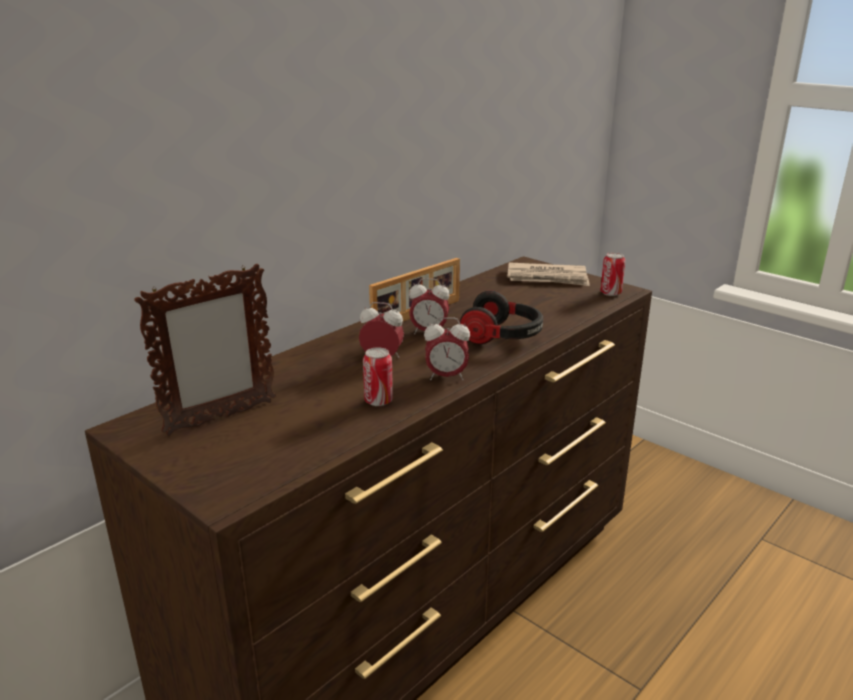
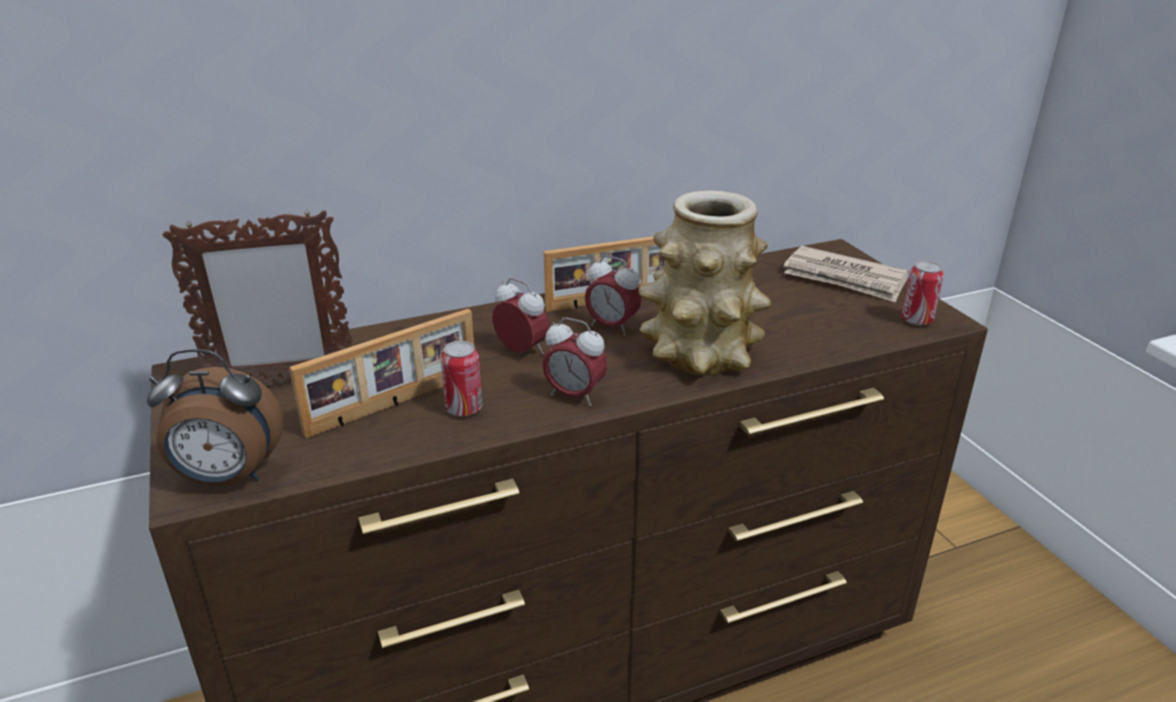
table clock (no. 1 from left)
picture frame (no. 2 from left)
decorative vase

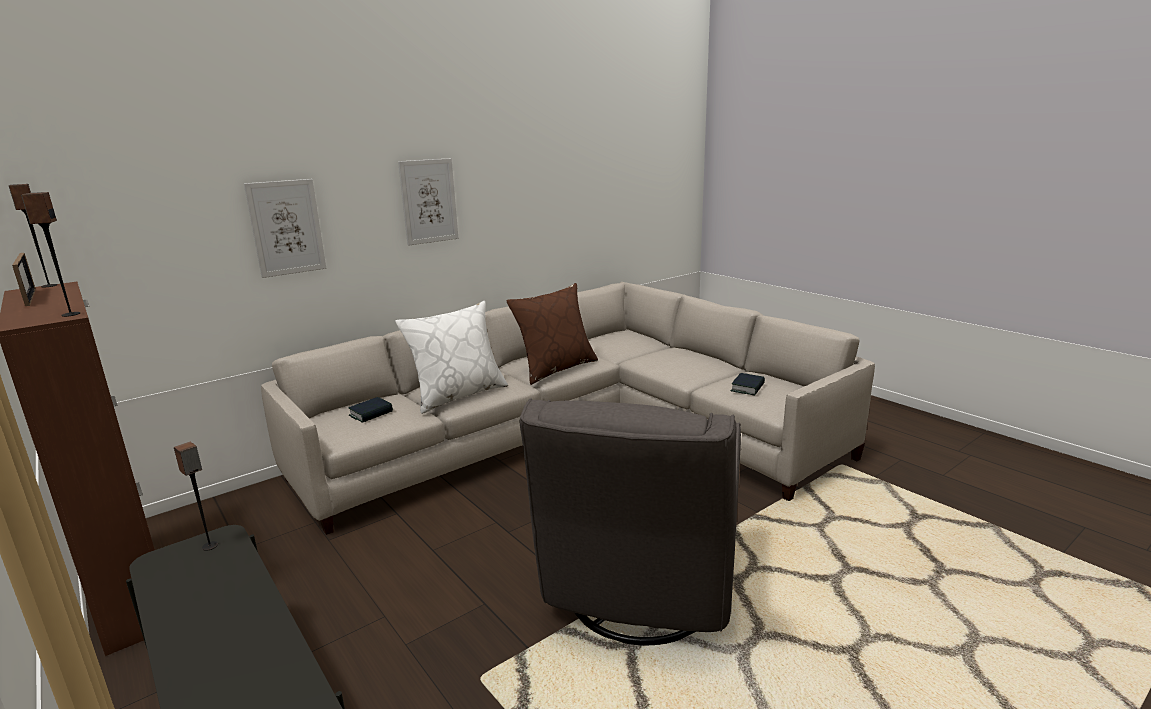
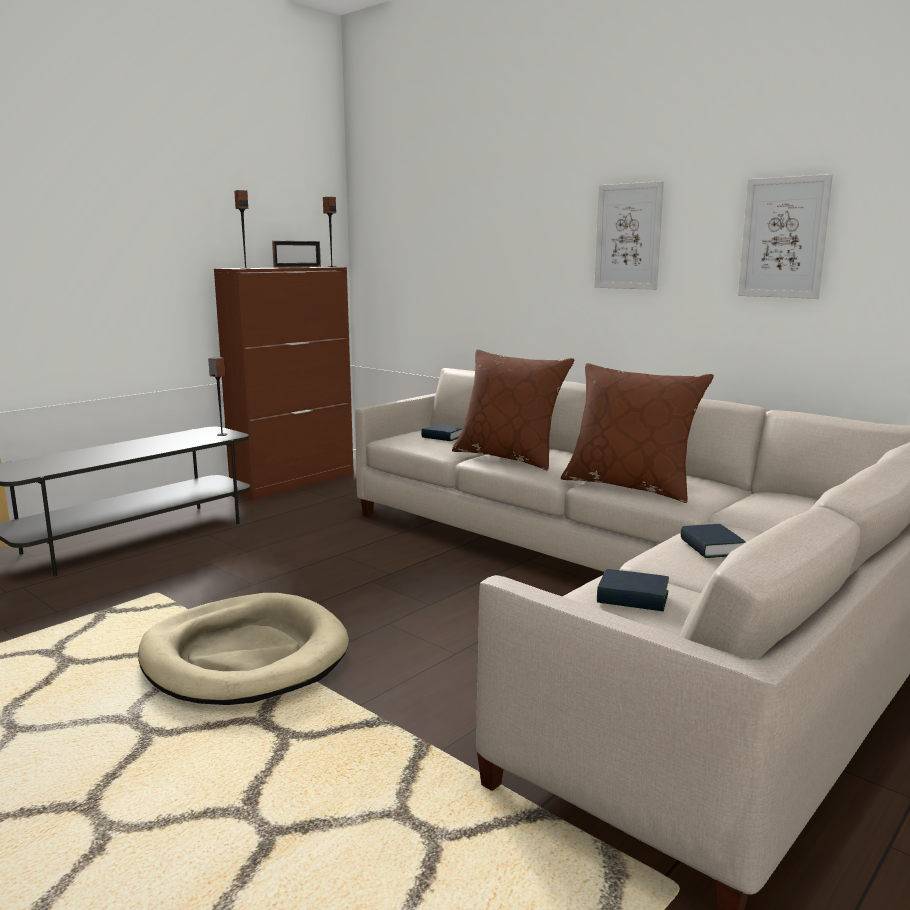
beige dog bed
brownish throw pillow (no. 1 from left)
bound book (no. 3 from left)
wall picture (no. 2 from left)

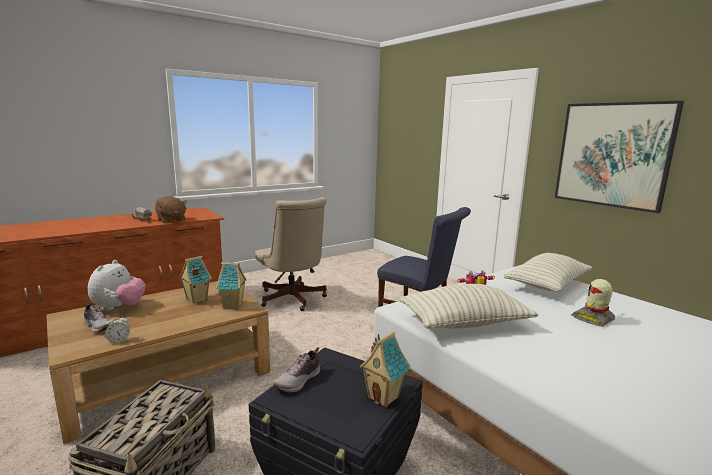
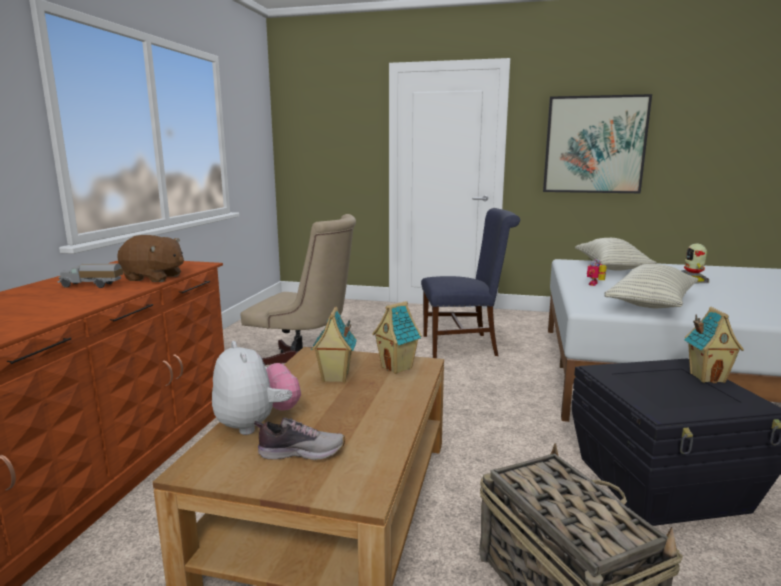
table clock
low shoe (no. 2 from left in the first image)

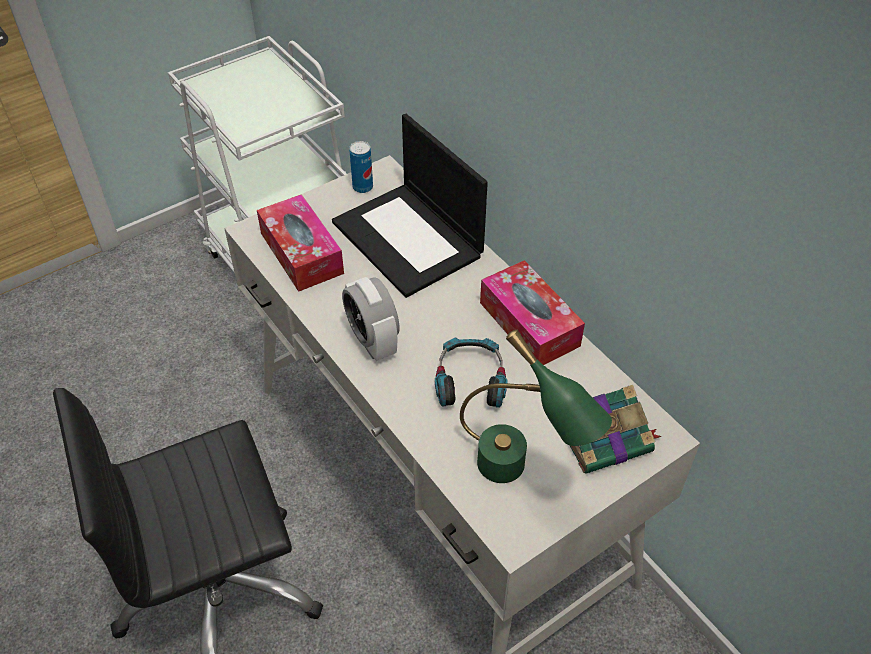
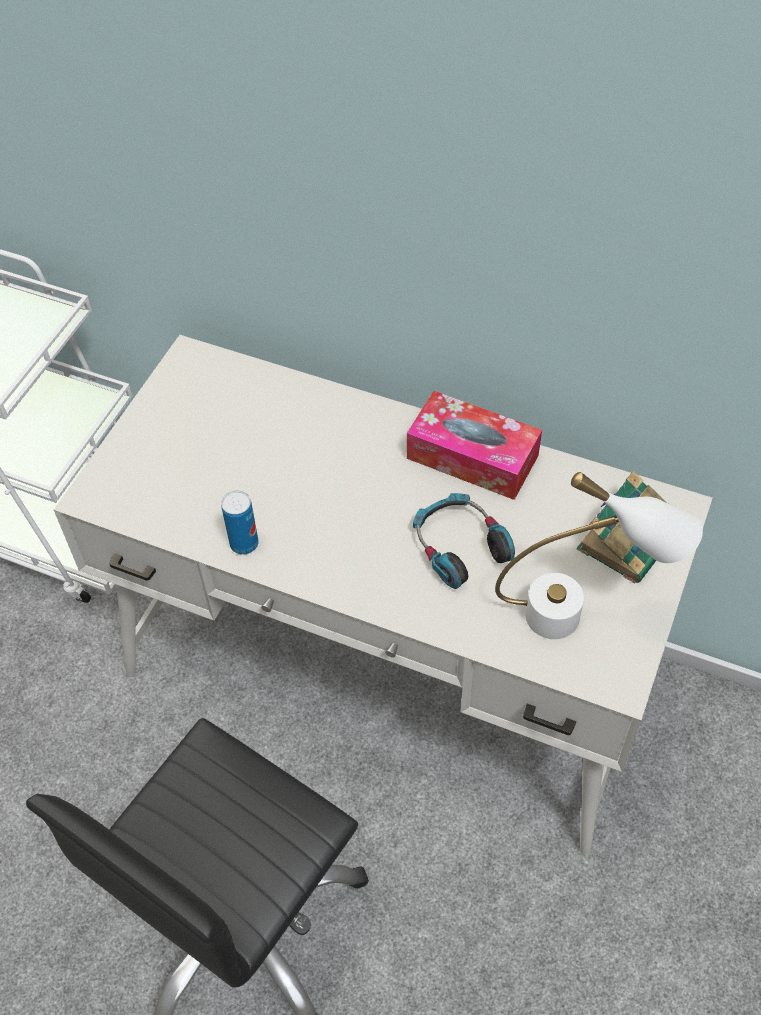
sealed can
whitish table lamp
tissue box (no. 1 from left in the first image)
portable computer
table clock

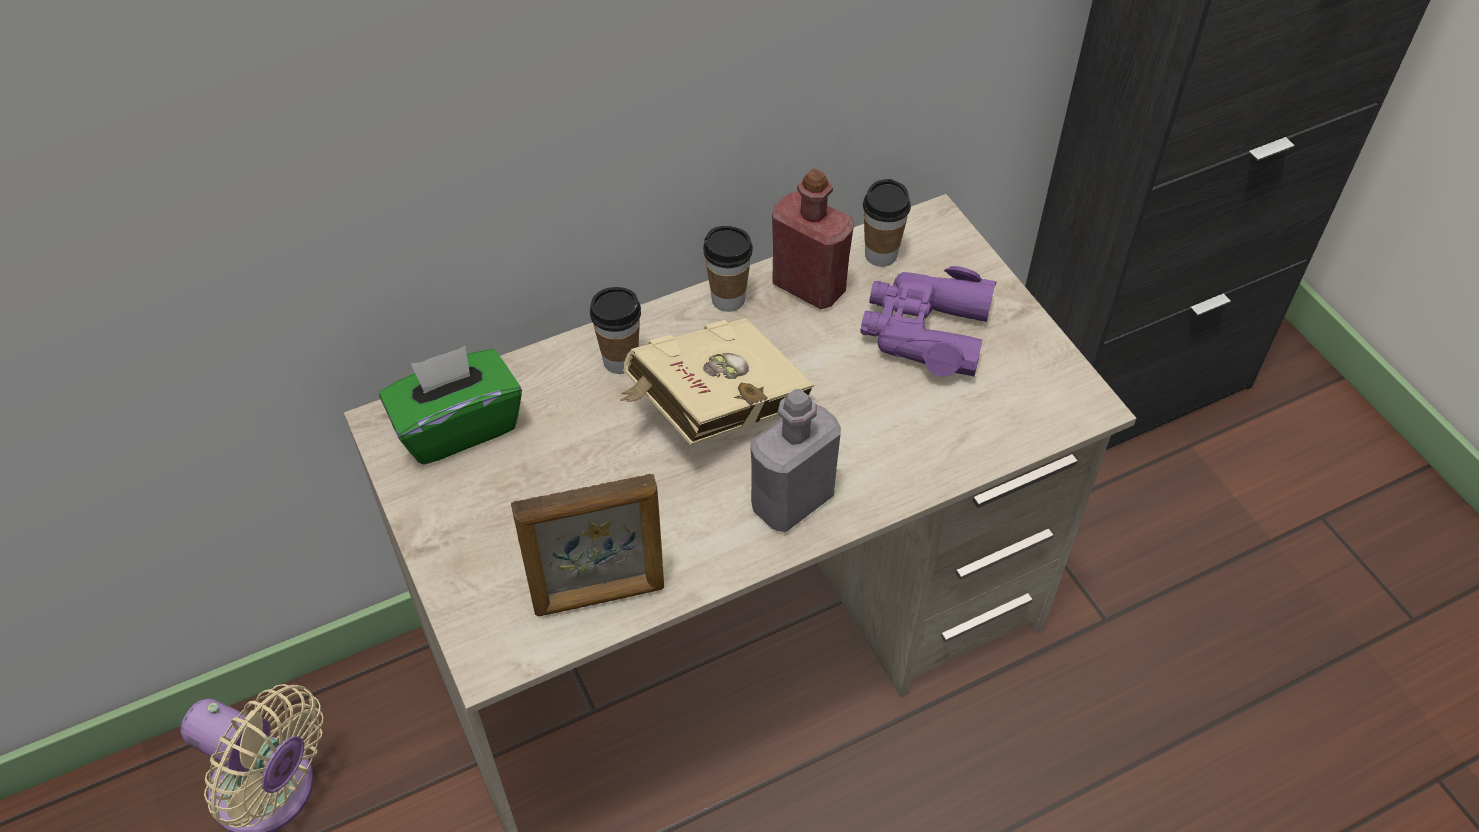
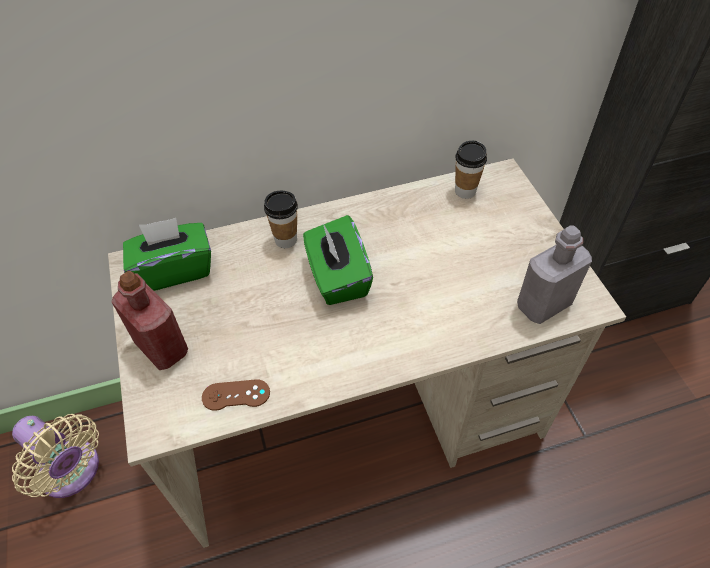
red bottle
brownish gamepad
green tissue box (no. 2 from left)
greyish bottle
cup (no. 2 from left in the first image)
purplish pair of binoculars

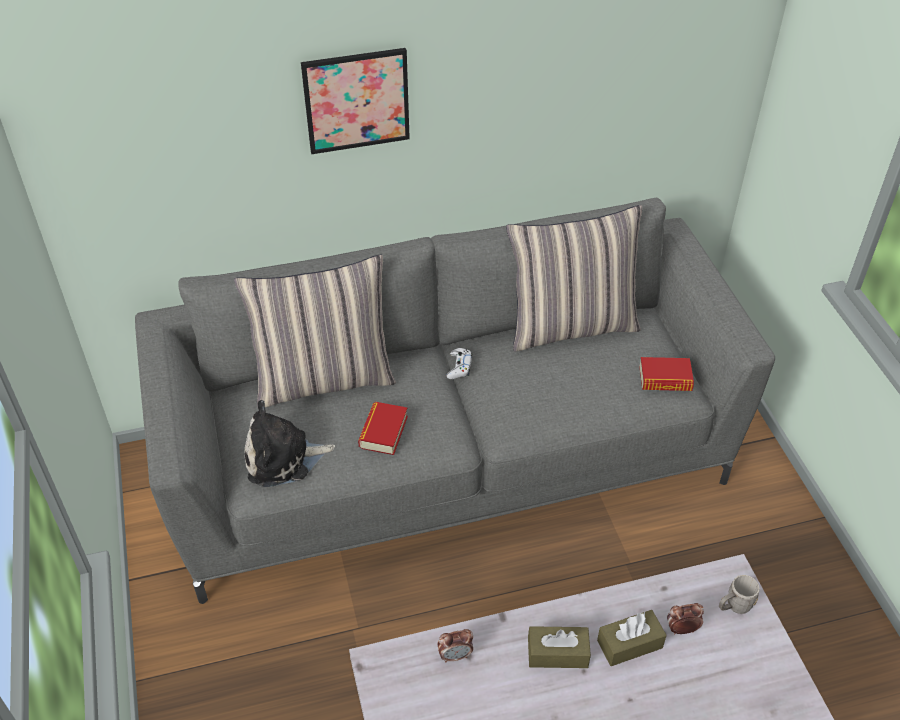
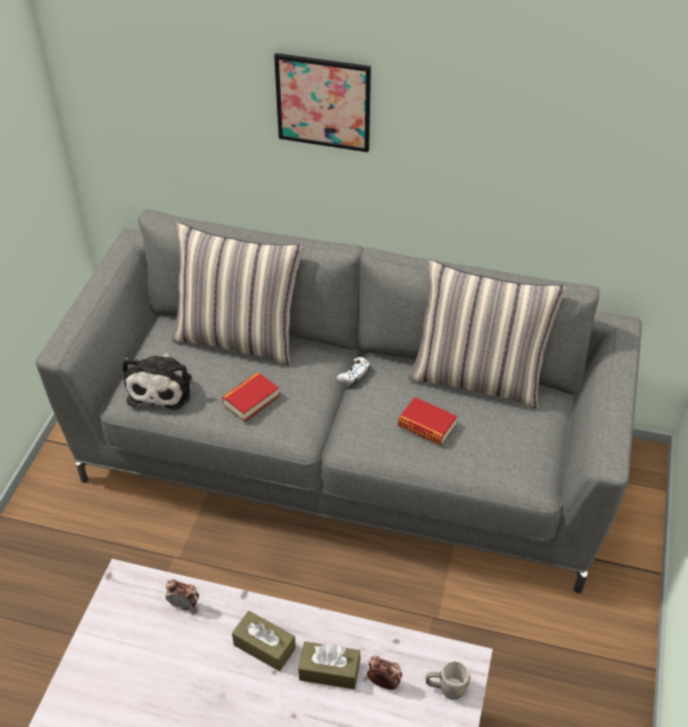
plush toy
bound book (no. 2 from left)

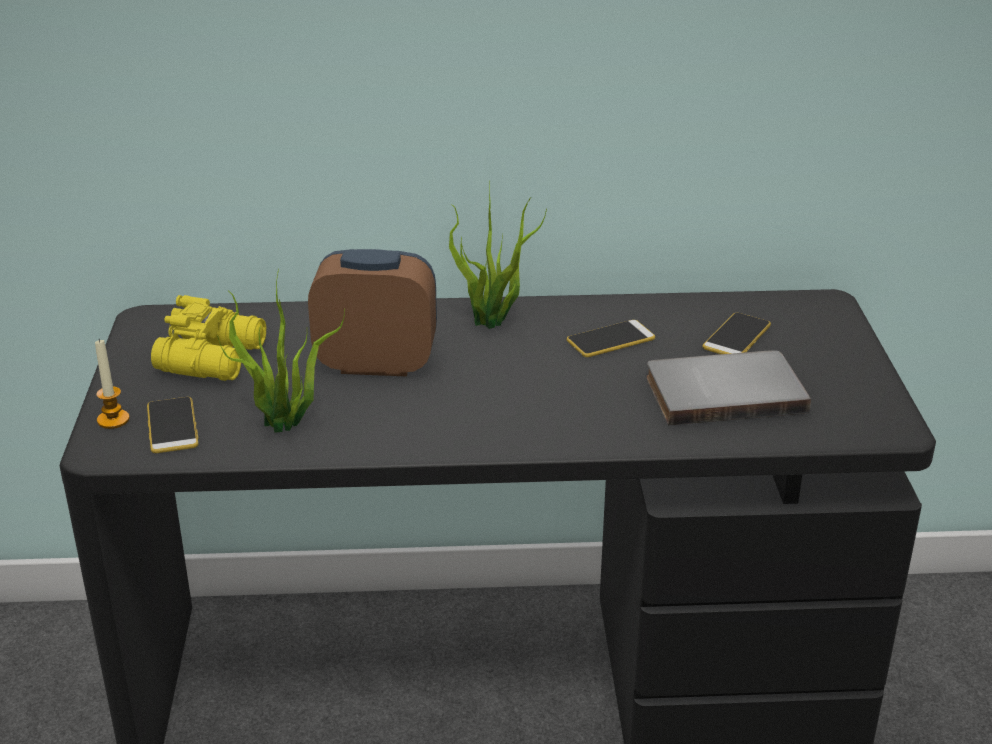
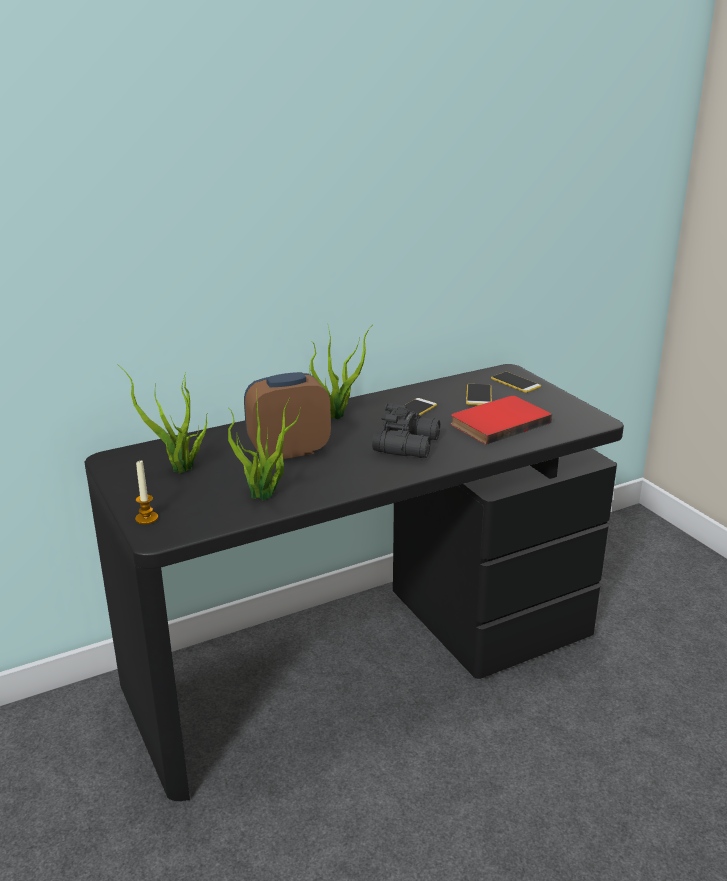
houseplant (no. 1 from left)
black pair of binoculars
red bound book
telephone (no. 3 from left)

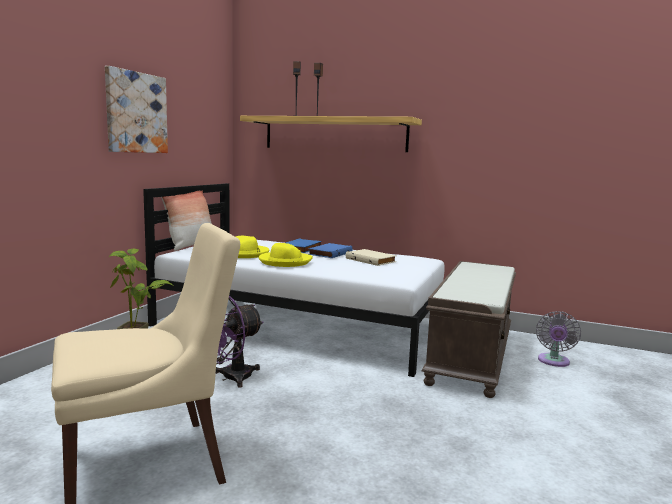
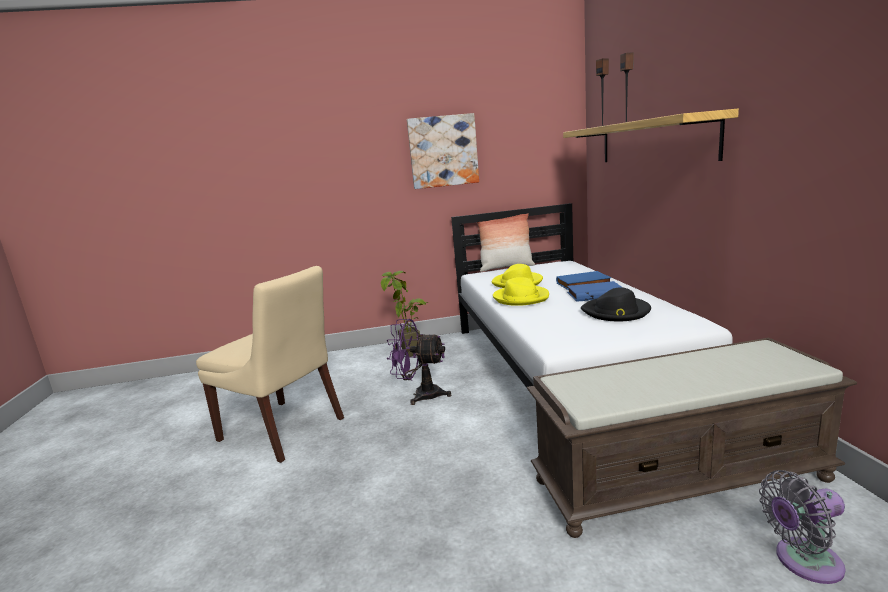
black clothing hat

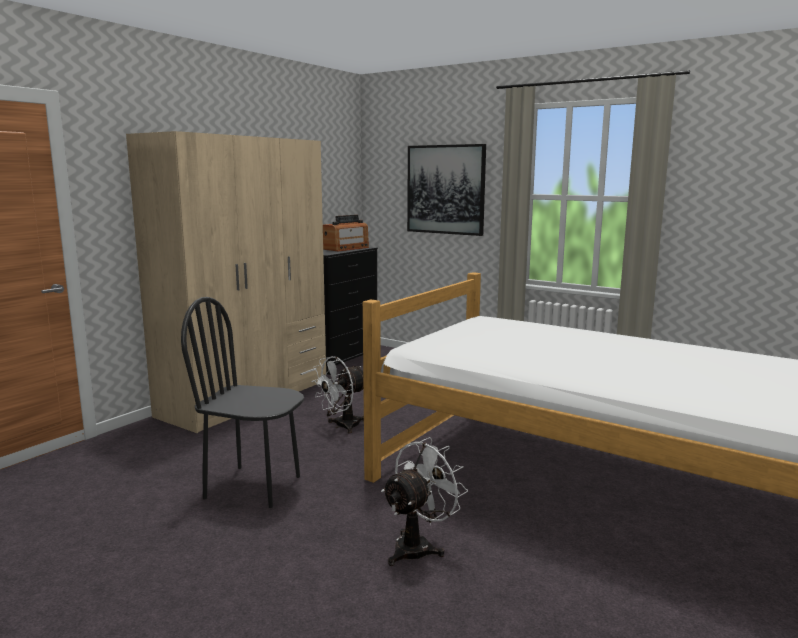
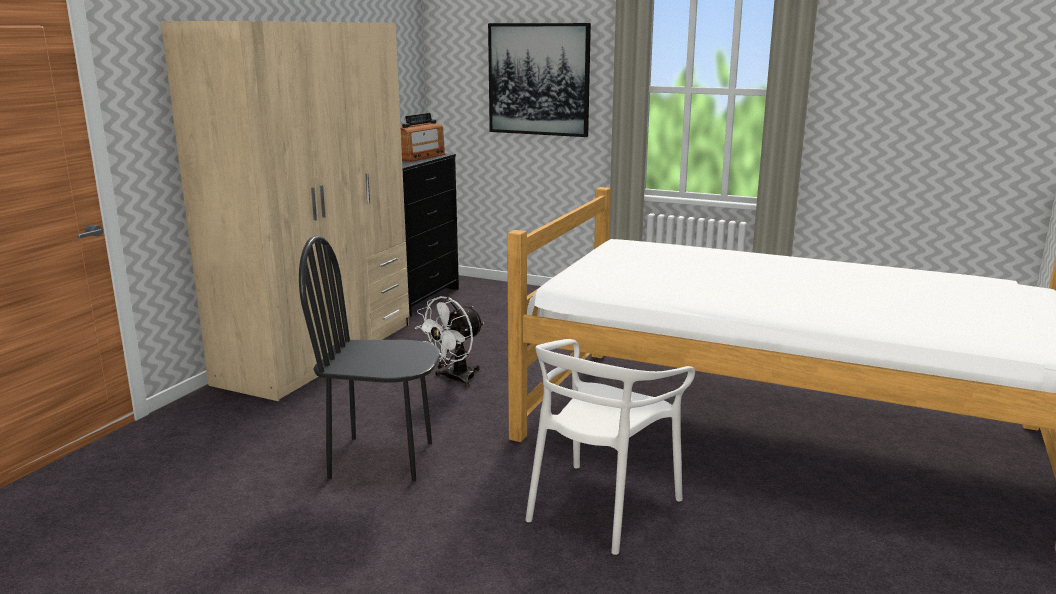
whitish plain chair

